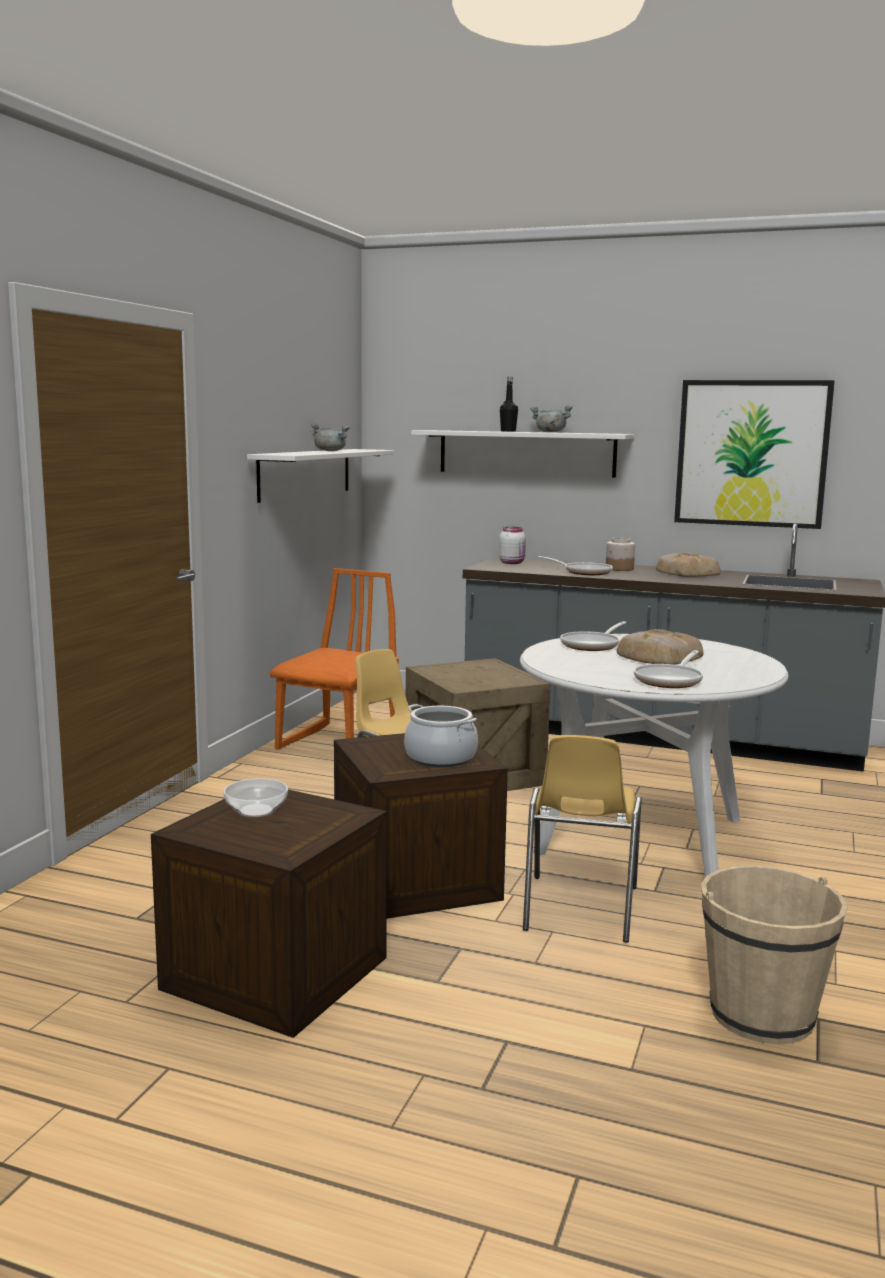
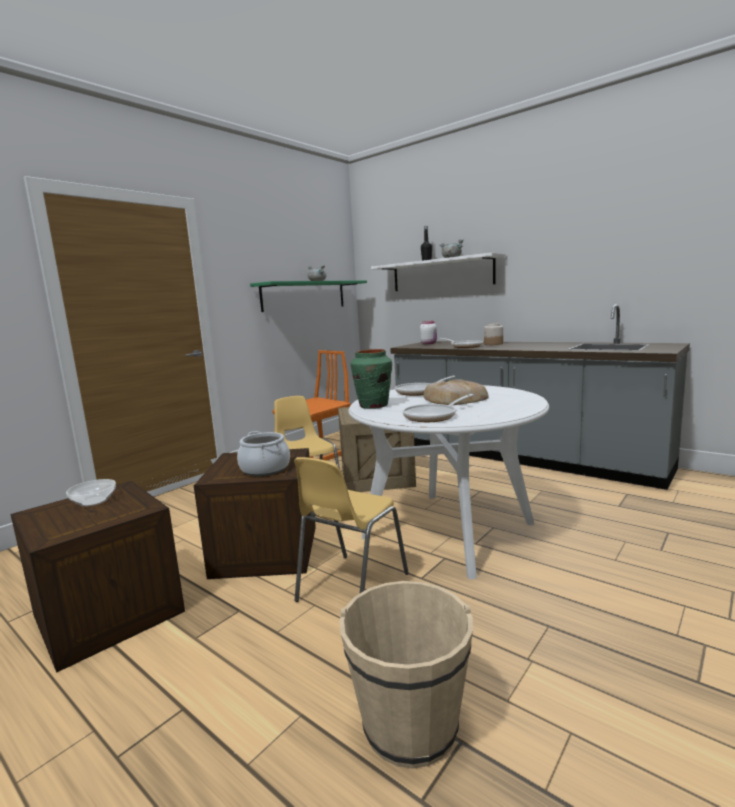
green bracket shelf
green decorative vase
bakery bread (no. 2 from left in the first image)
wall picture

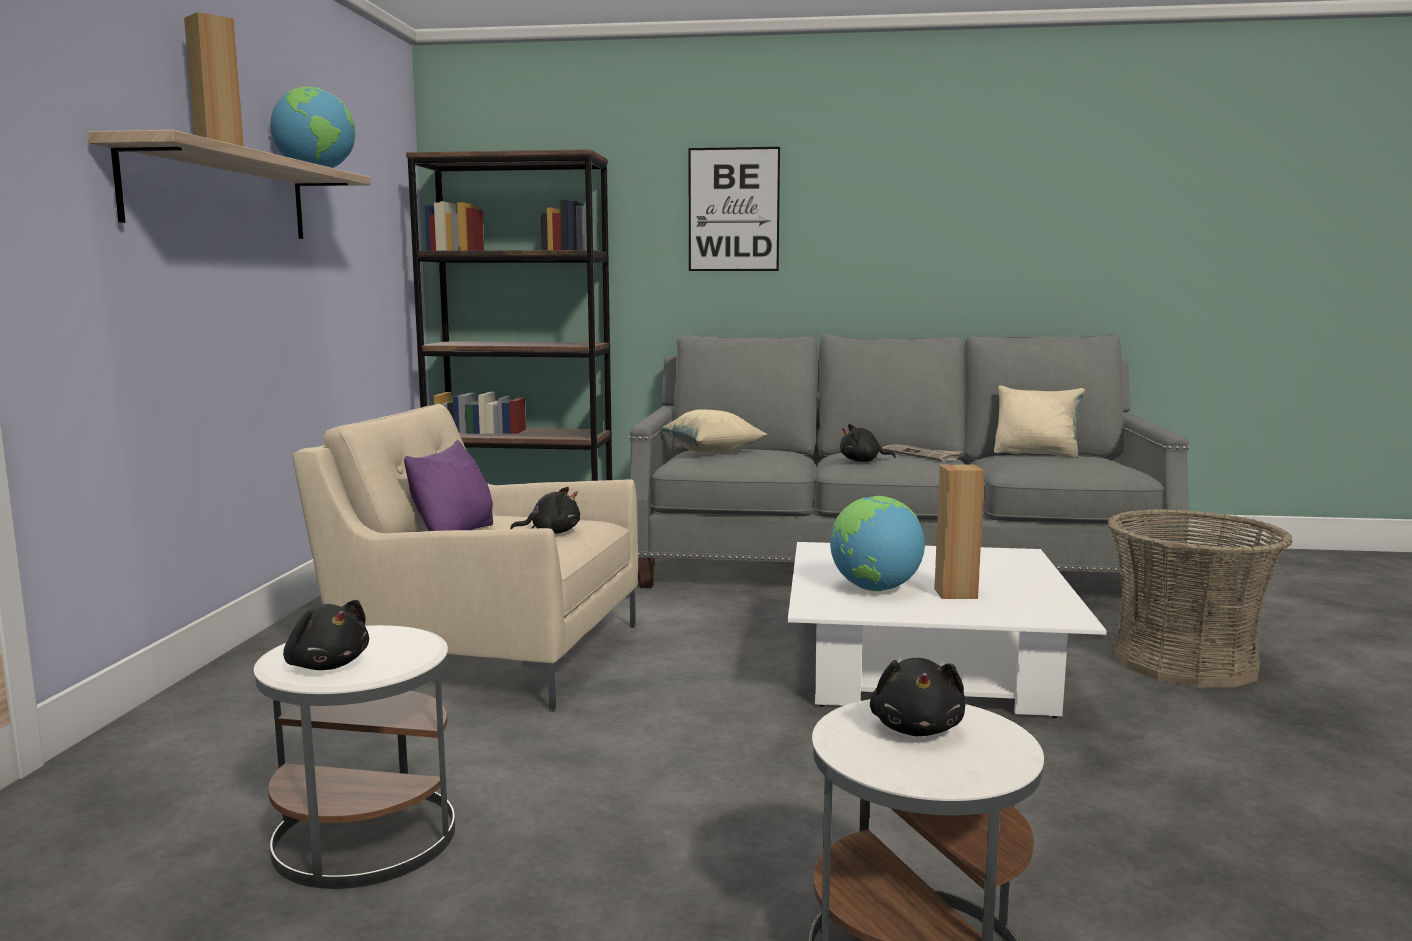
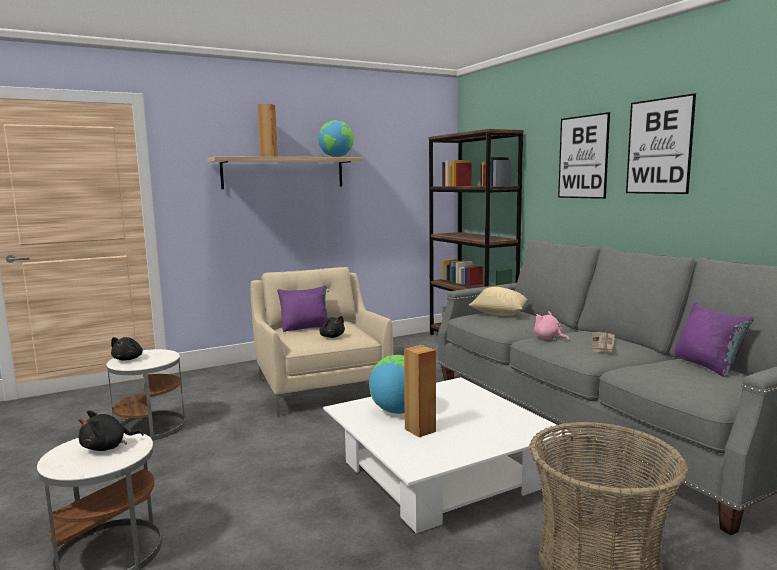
pink-coloured plush toy
wall picture (no. 2 from left)
purplish throw pillow (no. 2 from left)

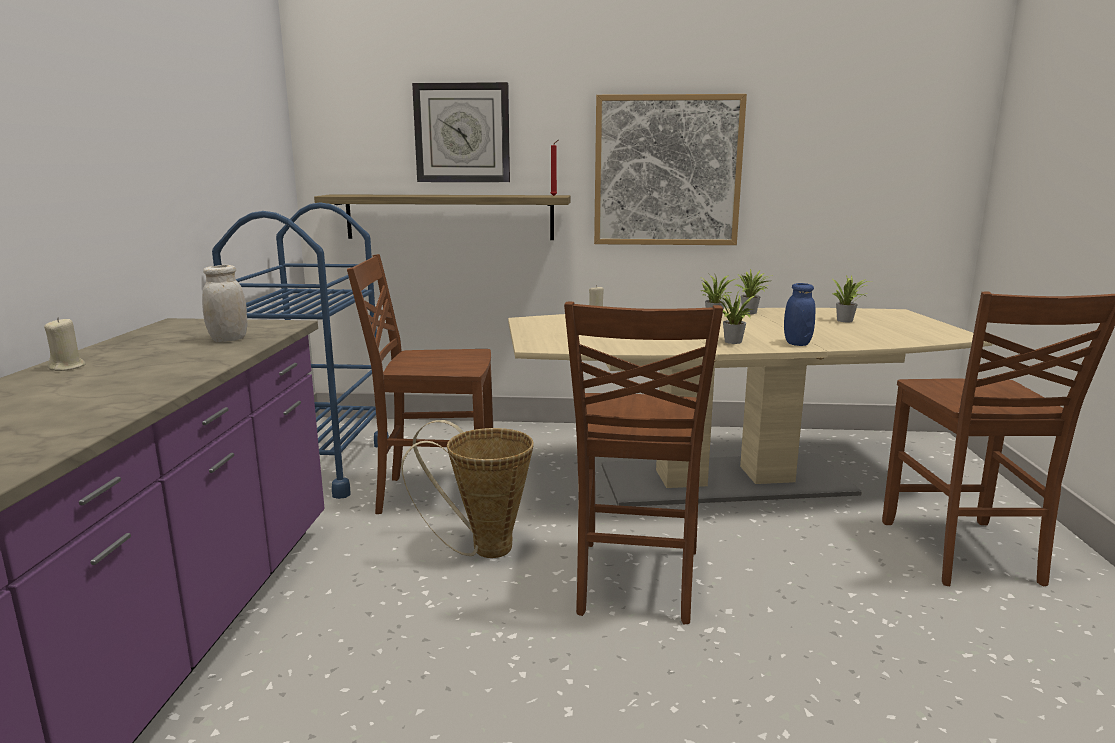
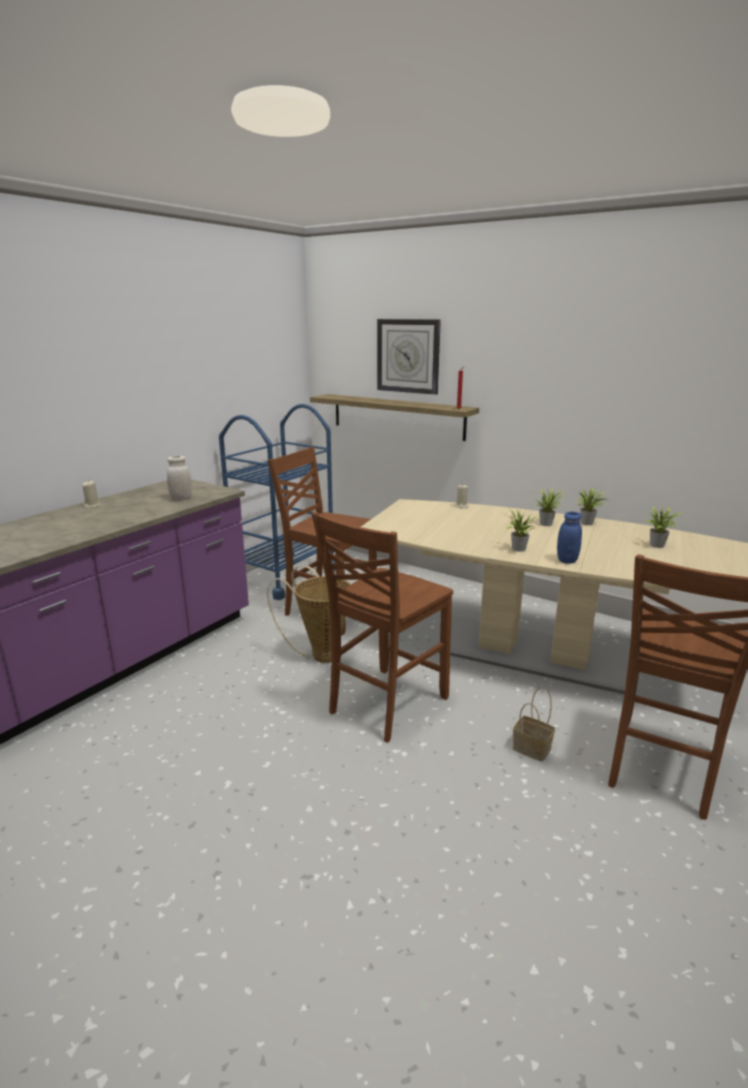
household basket (no. 2 from left)
wall picture

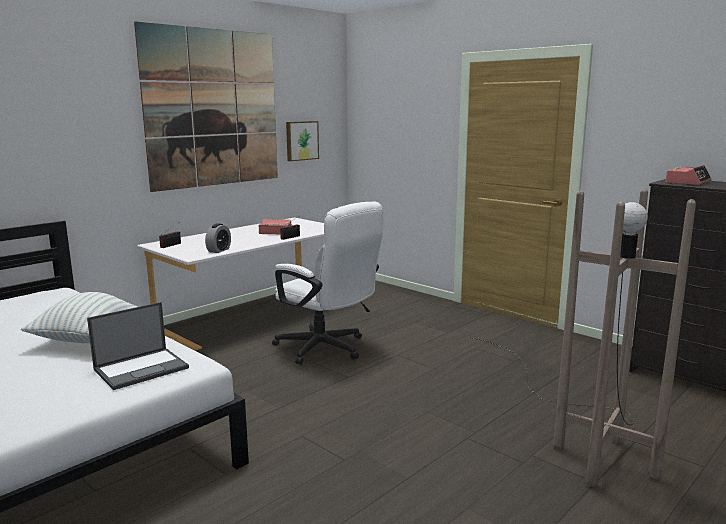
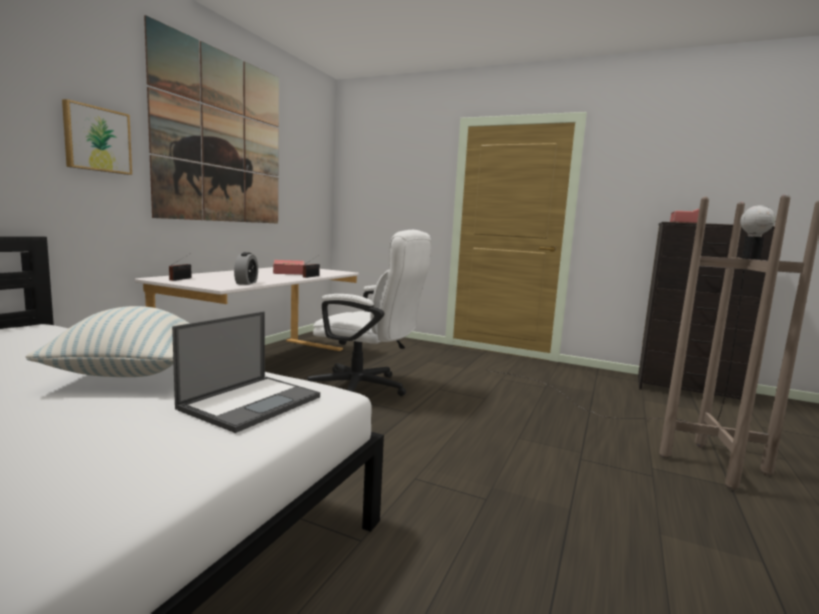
wall picture (no. 1 from left)

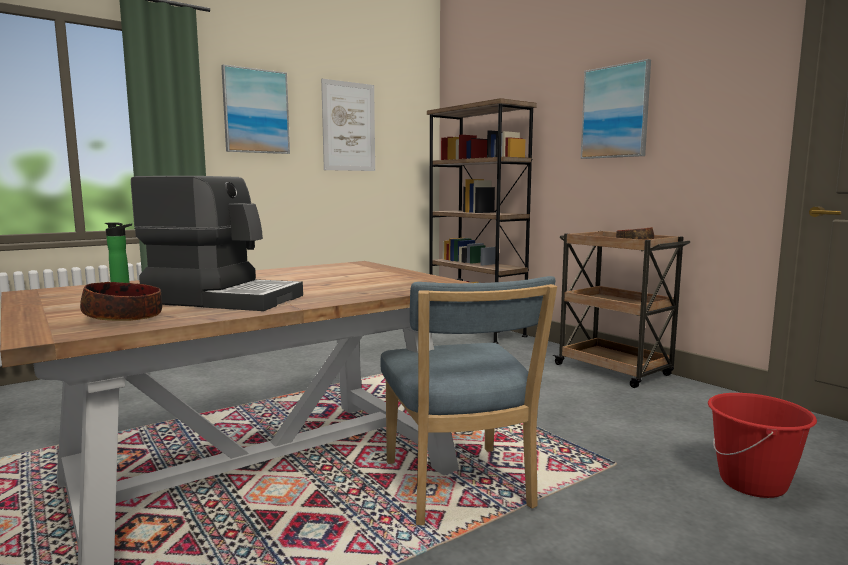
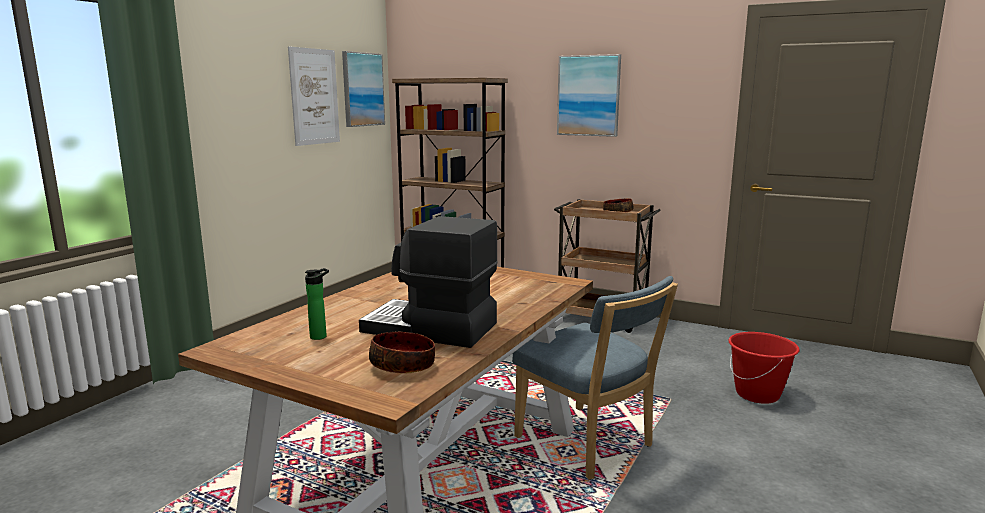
wall picture (no. 2 from left)
coffee maker

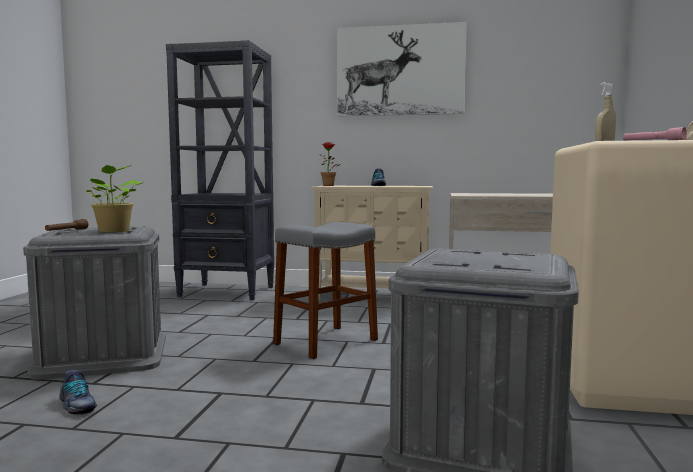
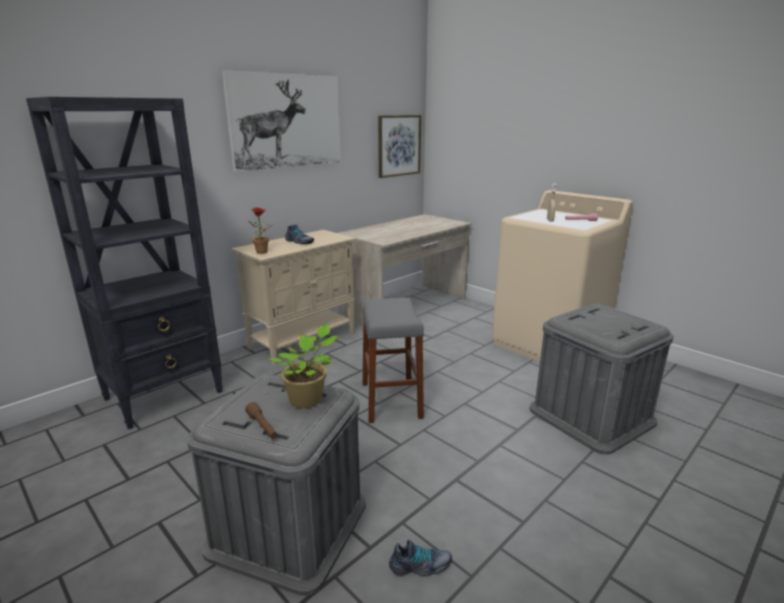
wall picture (no. 2 from left)

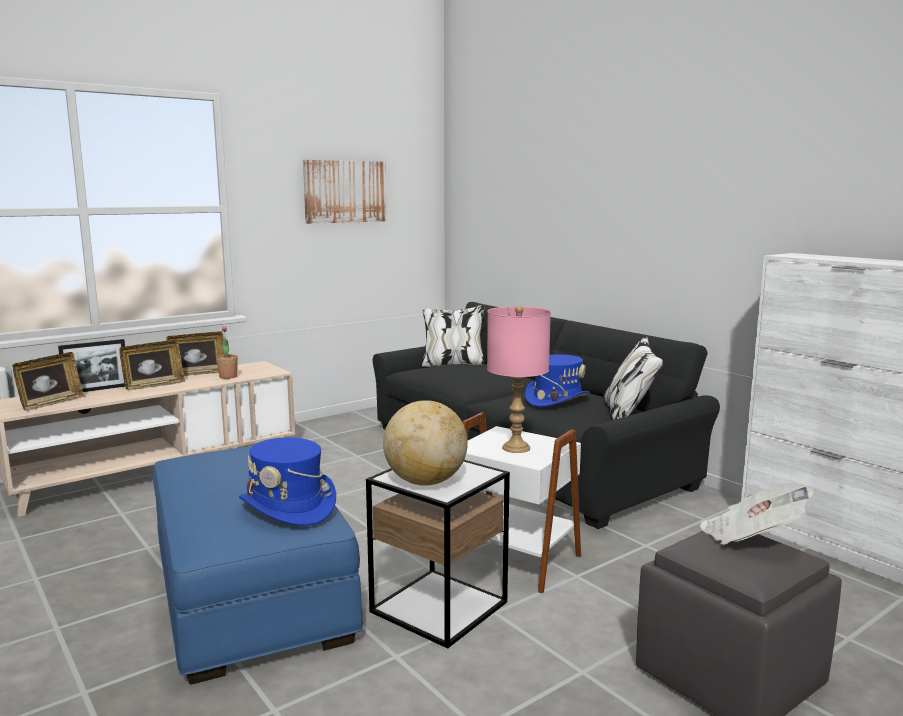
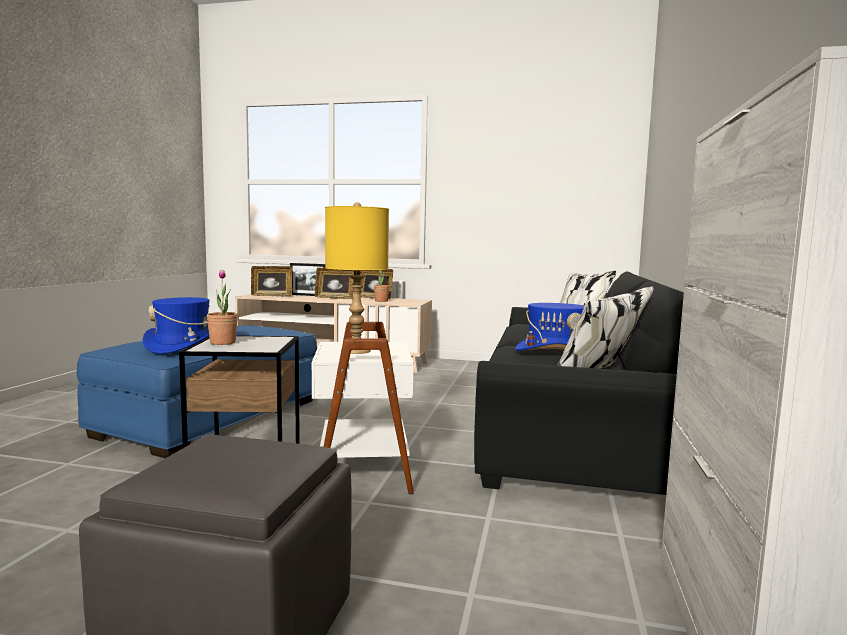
houseplant (no. 1 from left)
yellow-coloured table lamp
wall picture
printed paper

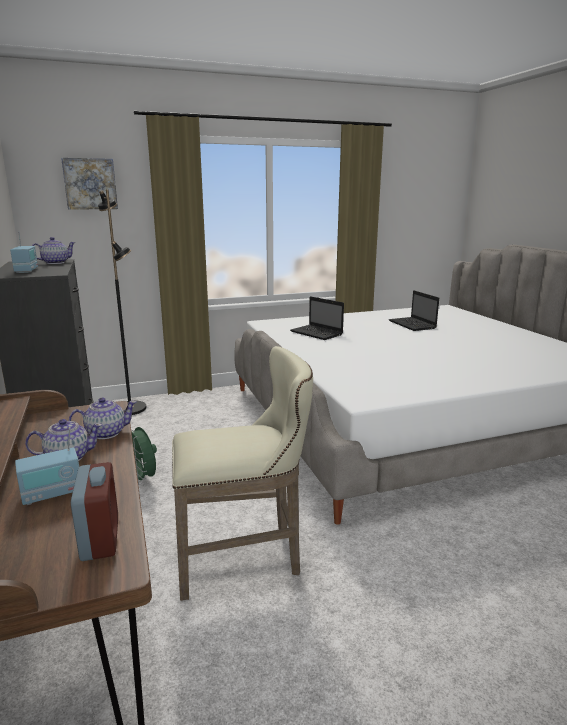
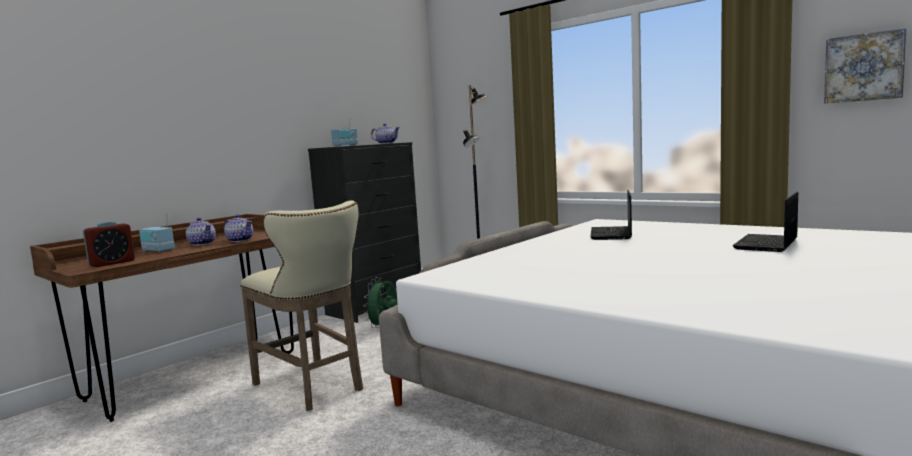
wall picture

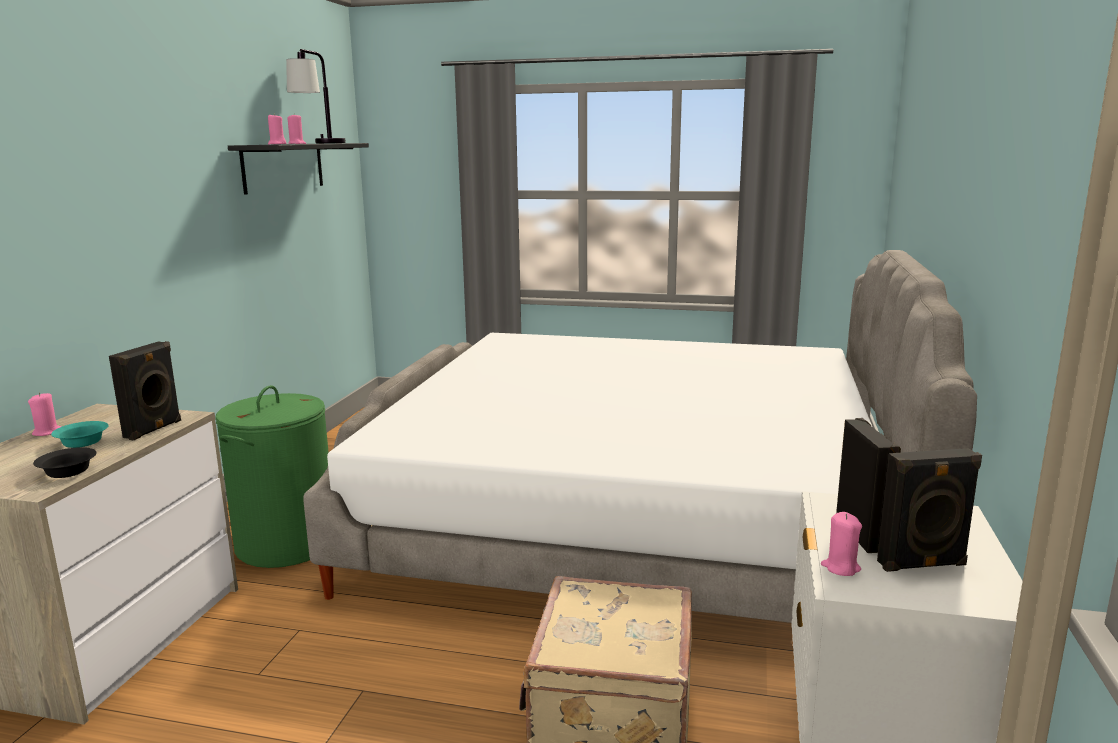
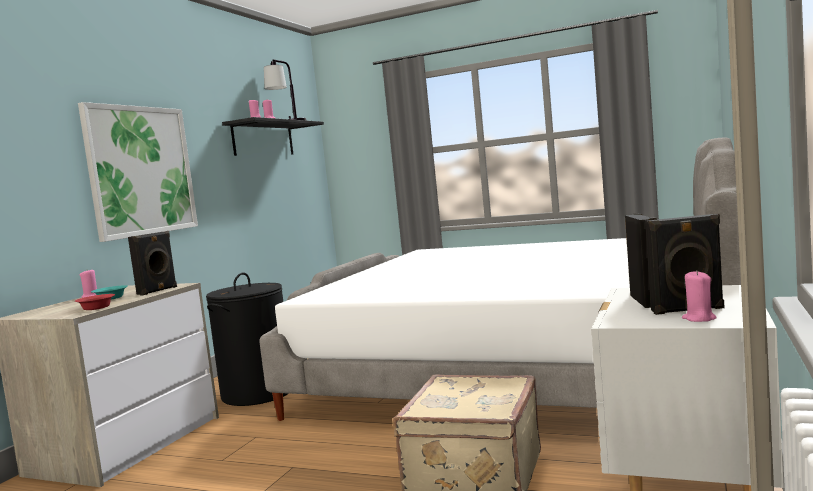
red serving bowl
wall picture
black laundry basket
pink-coloured wax light (no. 4 from left)

